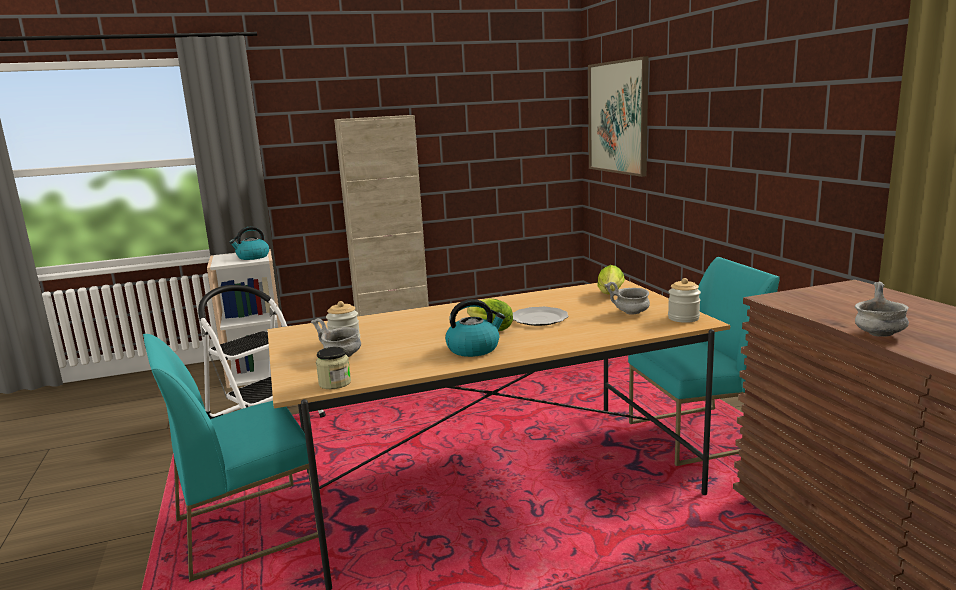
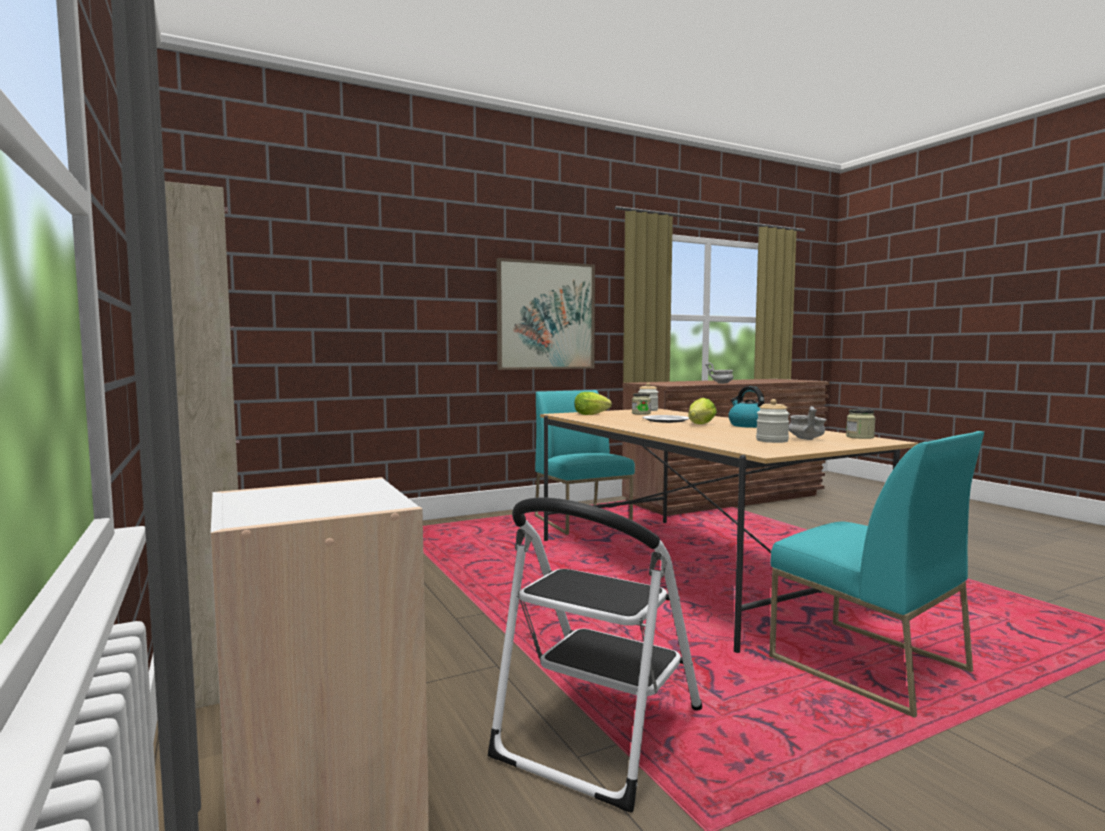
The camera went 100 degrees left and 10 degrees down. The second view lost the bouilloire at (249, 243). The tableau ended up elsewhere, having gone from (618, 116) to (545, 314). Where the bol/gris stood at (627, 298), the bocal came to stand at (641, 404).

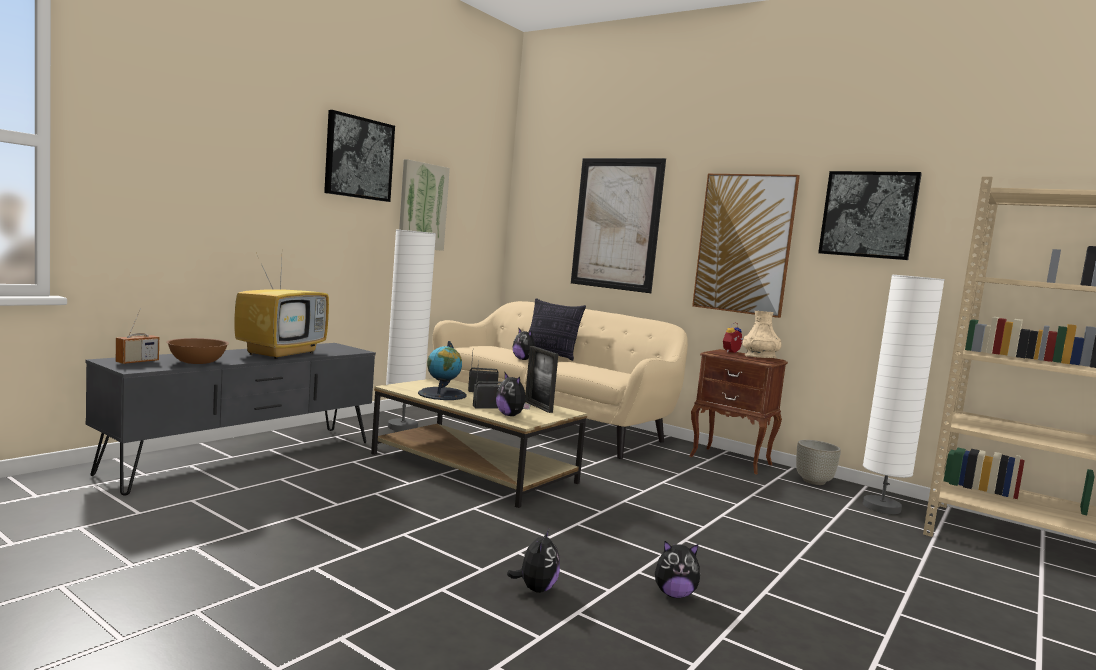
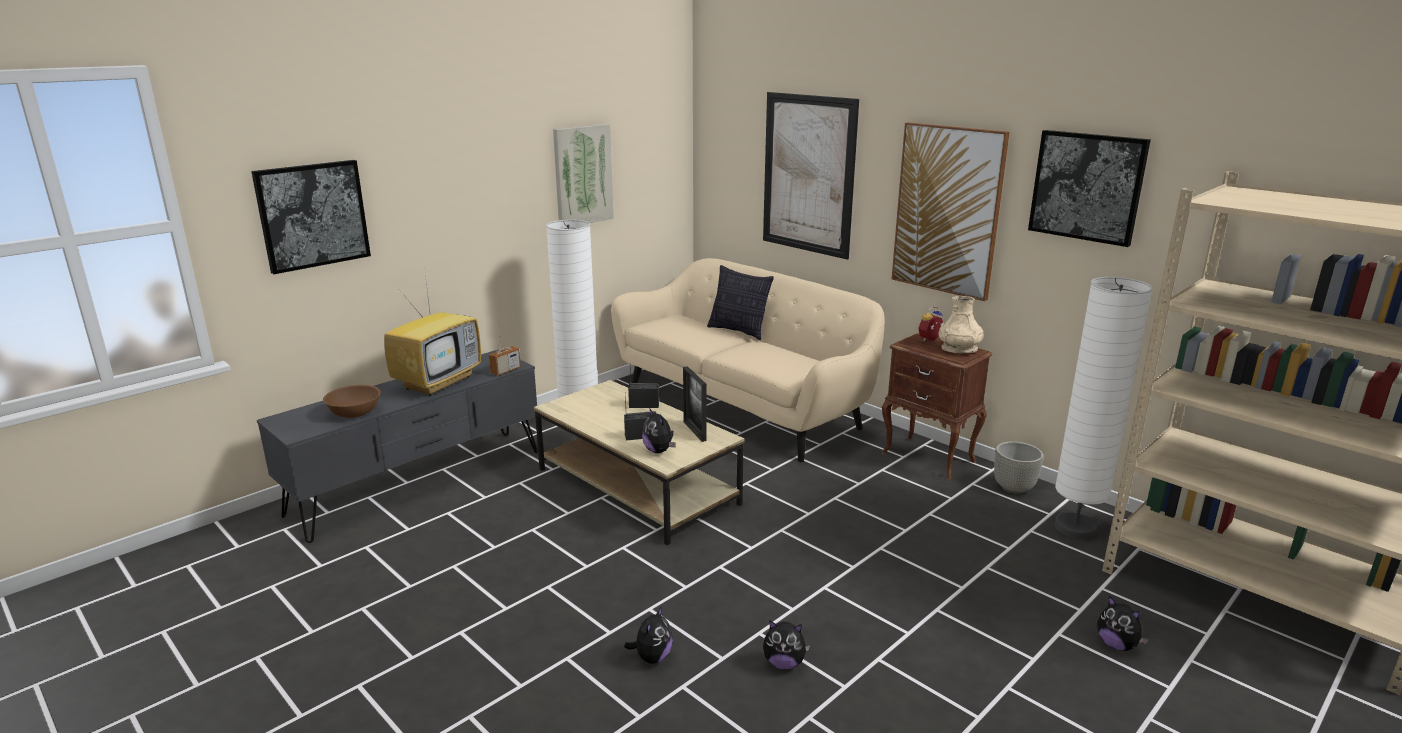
The camera went 10 degrees right and 15 degrees up. The second view lost the globe at (442, 370). The radio ended up elsewhere, having gone from (137, 336) to (505, 353). The tableau ended up elsewhere, having gone from (359, 156) to (311, 217). The peluche ended up elsewhere, having gone from (524, 344) to (1123, 623).

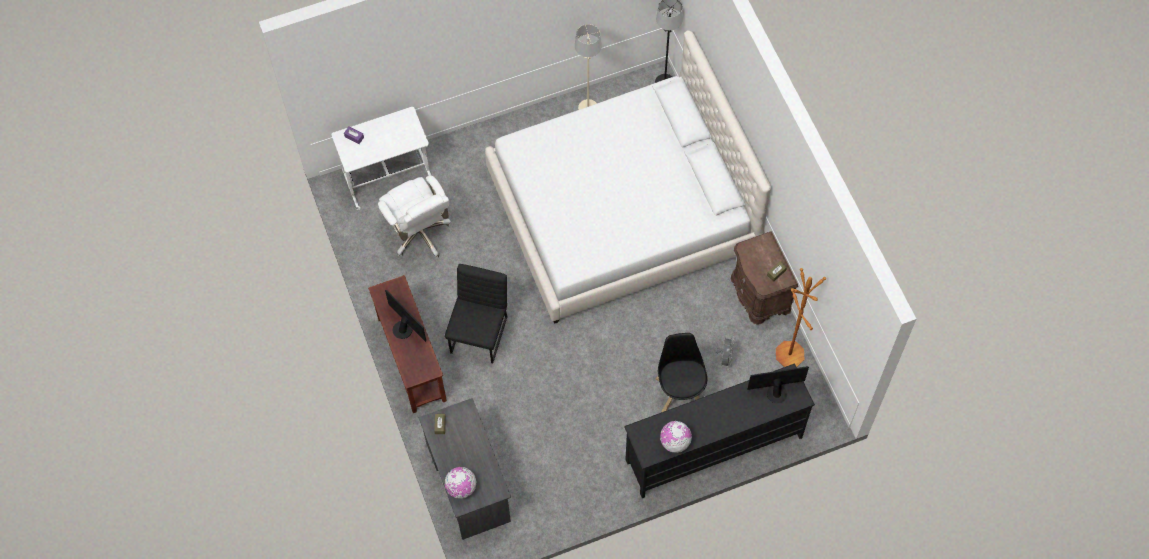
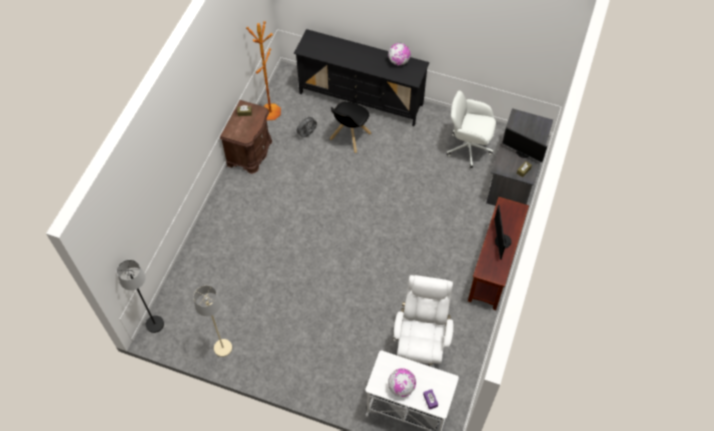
The camera went 140 degrees left and 5 degrees down. The second view lost the chaise/noir at (476, 313). The second view lost the lit/blanc at (628, 177). The second view gained the chaise de bureau/blanc at (471, 129). The globe ended up elsewhere, having gone from (461, 483) to (402, 382). The écran d'ordinateur ended up elsewhere, having gone from (778, 384) to (524, 144).

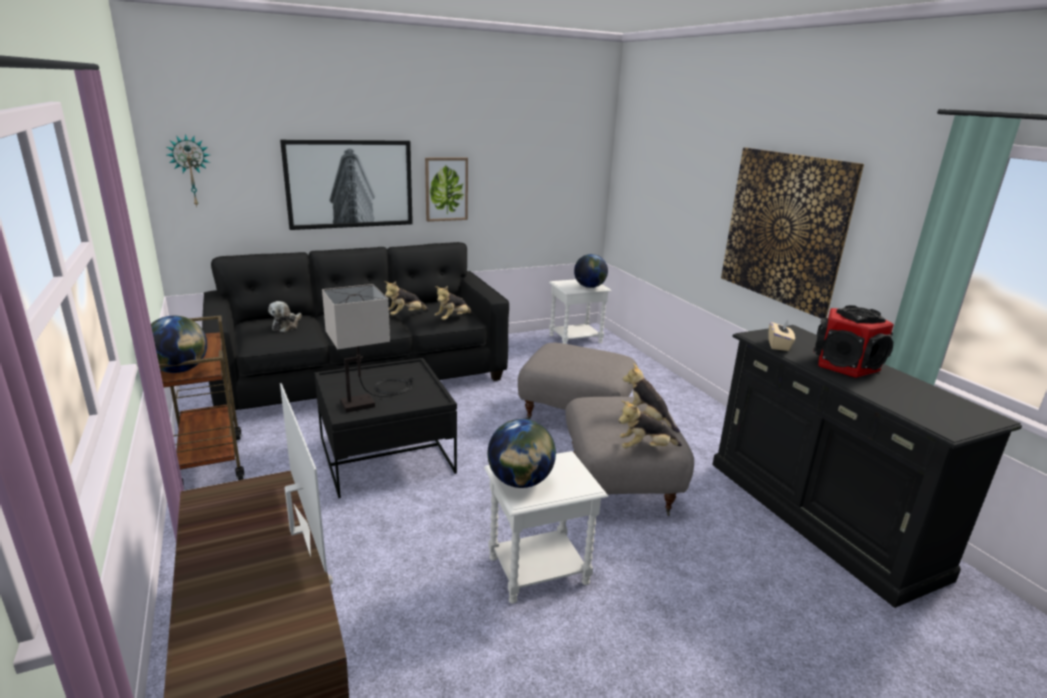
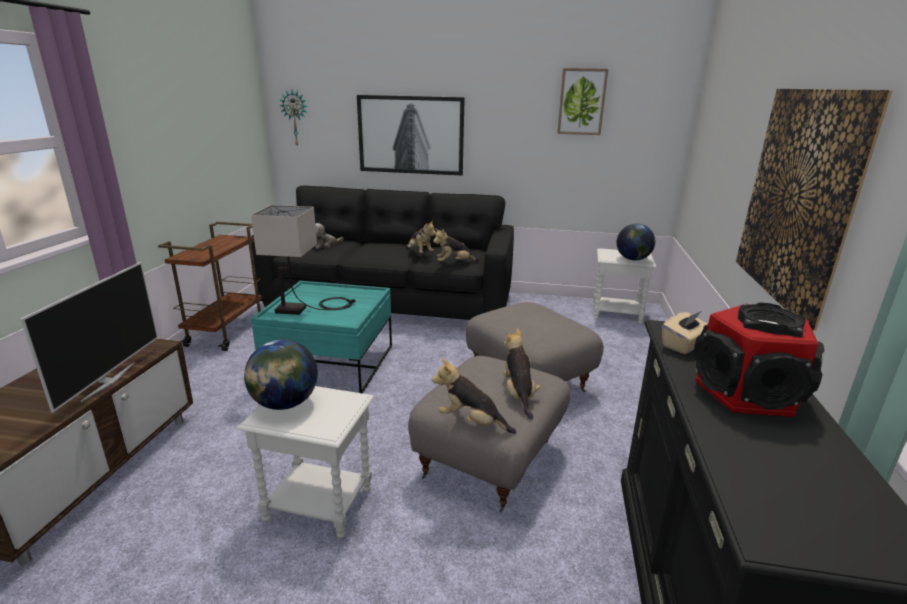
The camera went 35 degrees right and 0 degrees up. The second view lost the globe at (179, 344). The tableau ended up elsewhere, having gone from (446, 190) to (582, 101). What was the table basse/noir at (385, 428) turned into the table basse/turquoise at (321, 337). The peluche at (406, 298) ended up facing another way, 120 degrees counterclockwise from before.

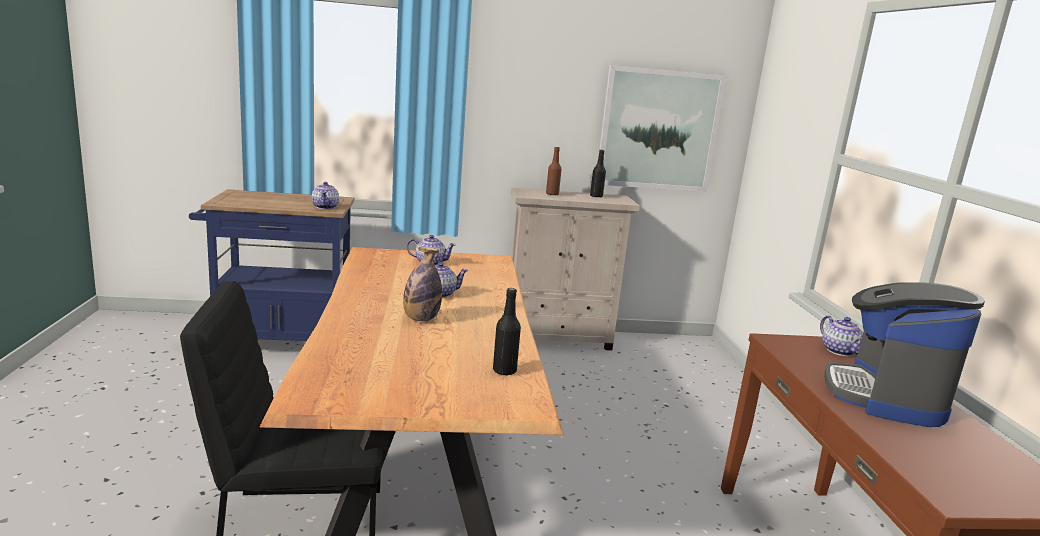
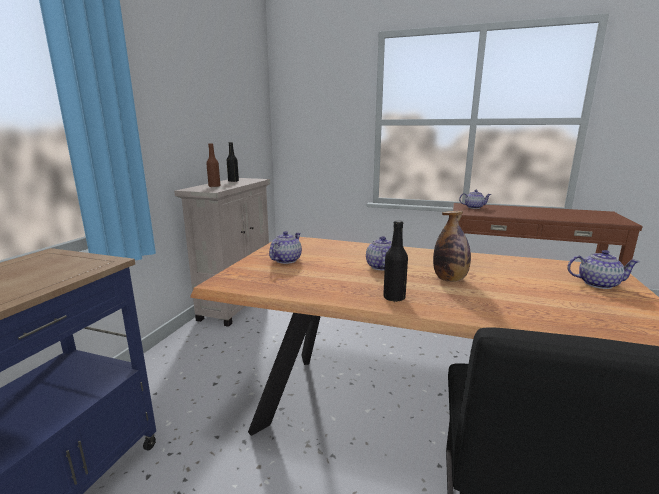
The camera went 65 degrees left and 0 degrees up. The second view lost the tableau at (662, 128). The second view lost the machine à café at (904, 354). The théière ended up elsewhere, having gone from (325, 195) to (603, 269). The bouteille/noir ended up elsewhere, having gone from (507, 331) to (395, 261).

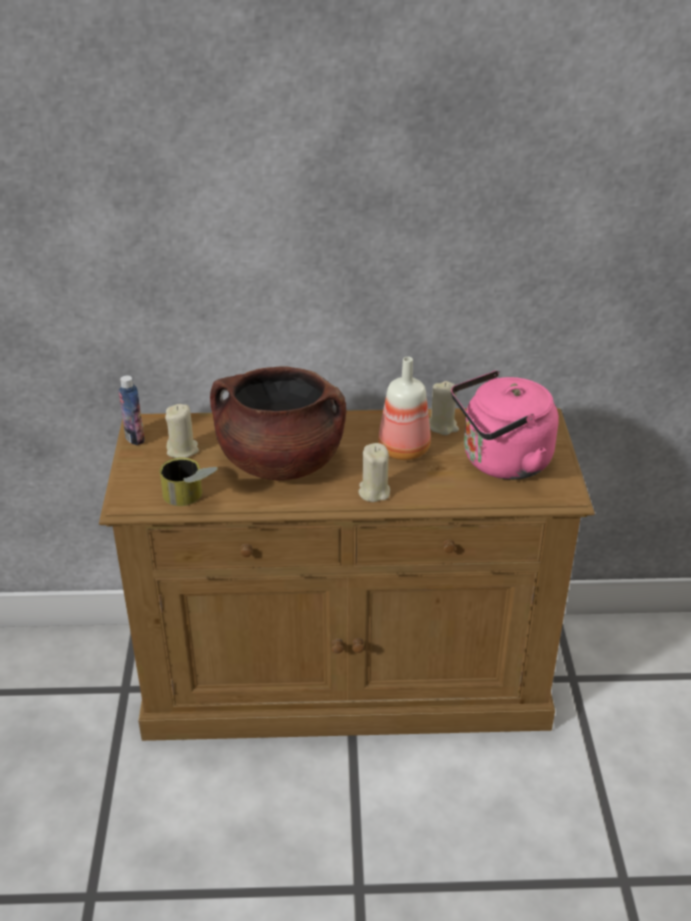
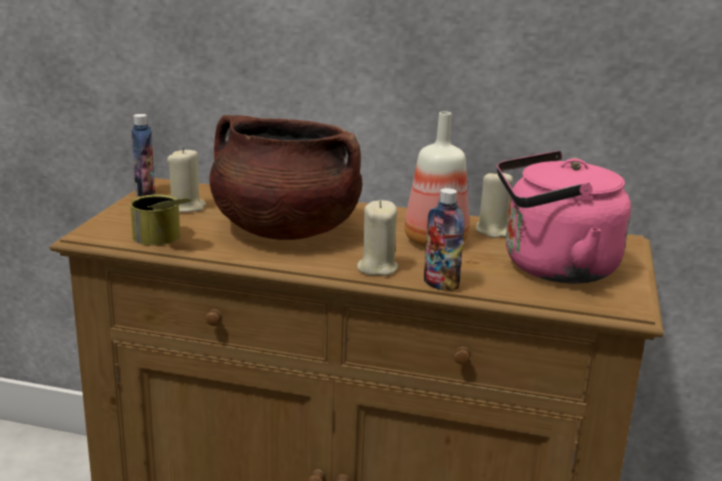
The camera went 15 degrees right and 15 degrees down. The second view gained the bouteille at (444, 239).

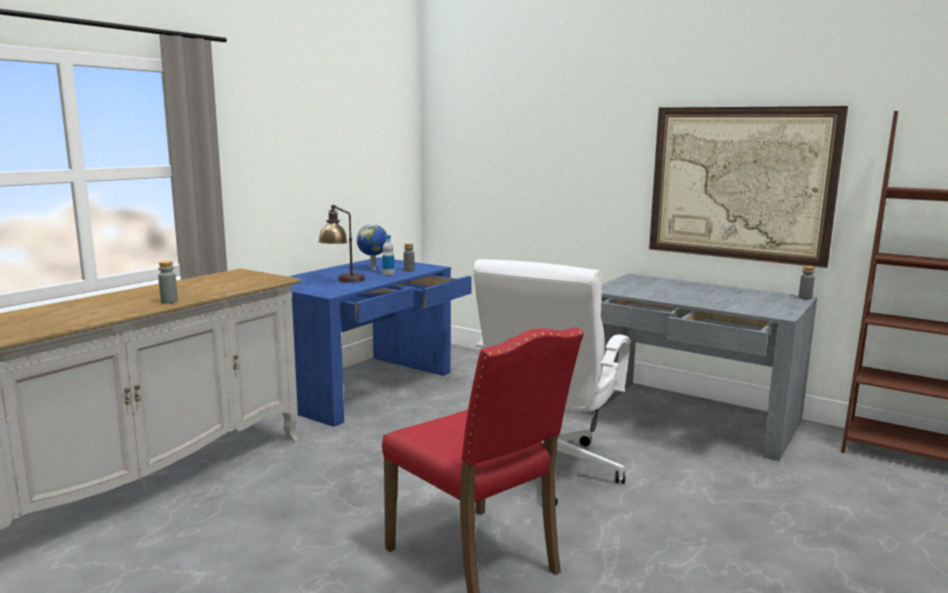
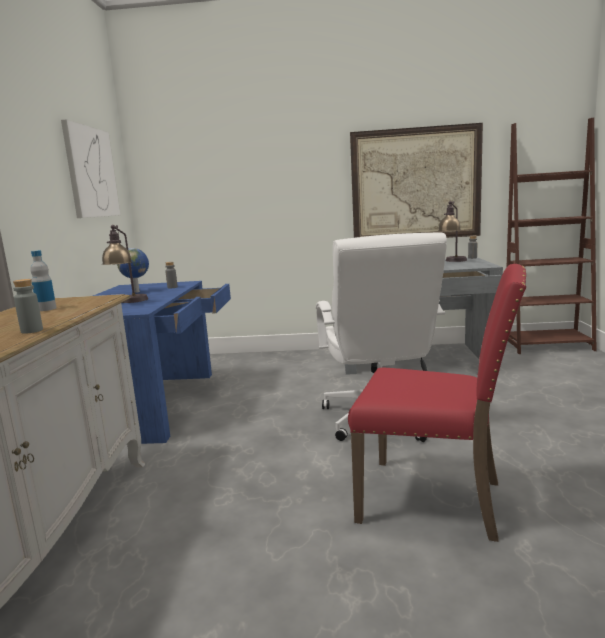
The camera went 30 degrees left and 0 degrees up. The second view gained the tableau at (90, 168). The second view gained the lampe de table at (452, 231). The bouteille ended up elsewhere, having gone from (388, 255) to (43, 280).

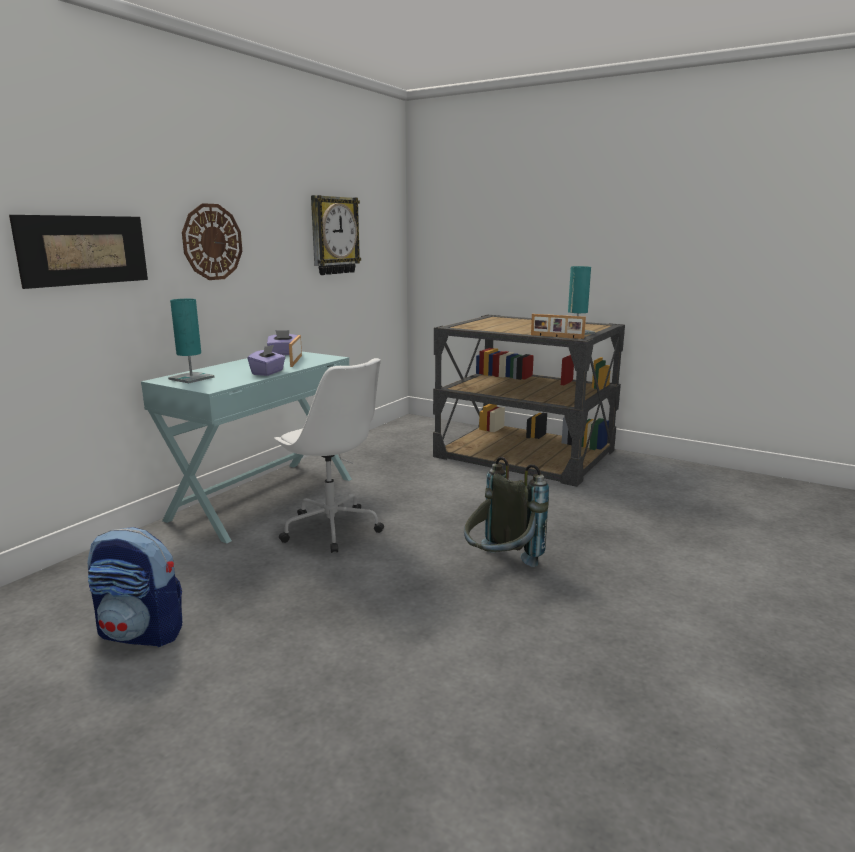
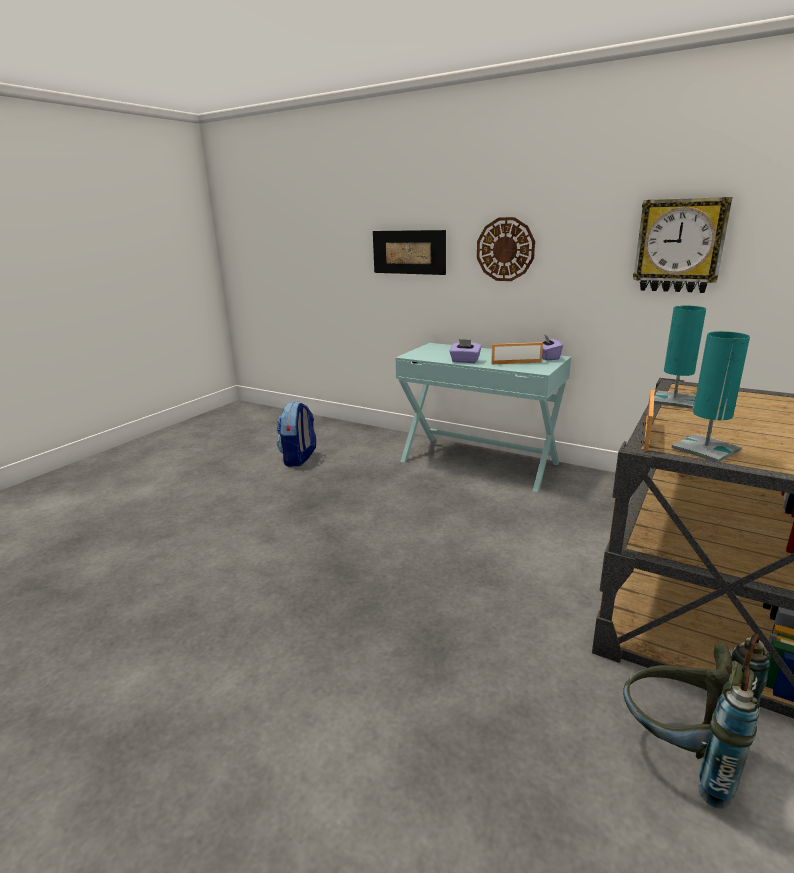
The camera went 90 degrees right and 5 degrees up. The second view lost the chaise de bureau/blanc at (329, 455). The lampe de table/turquoise ended up elsewhere, having gone from (191, 341) to (680, 357). The sac à dos/gris ended up elsewhere, having gone from (506, 512) to (696, 721).

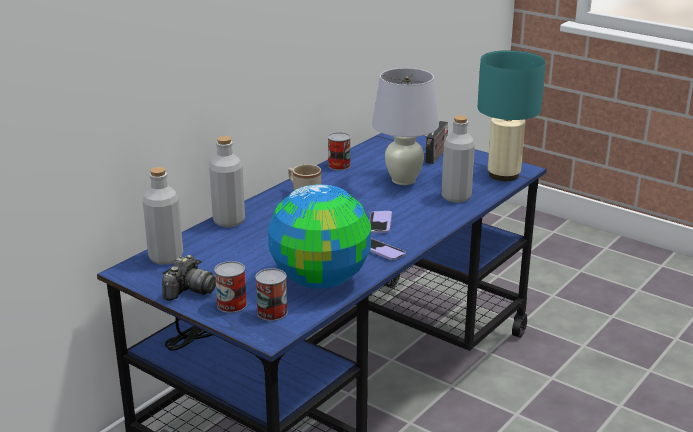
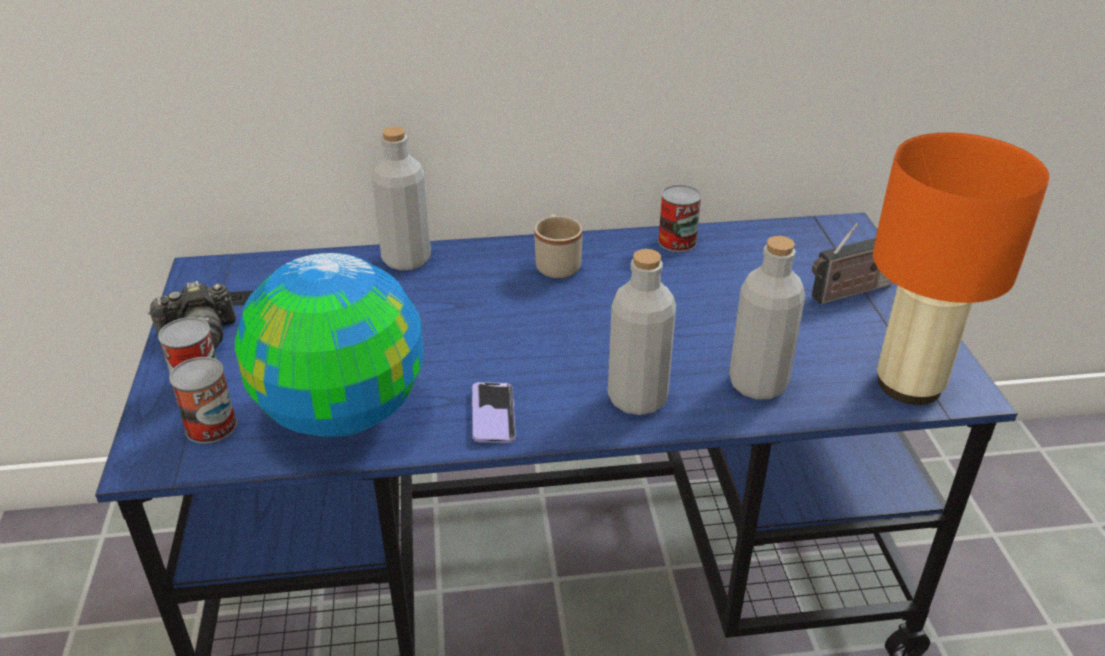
The camera went 45 degrees right and 10 degrees up. The second view lost the téléphone at (380, 222). The second view lost the lampe de table/blanc at (405, 126). The bouteille/gris ended up elsewhere, having gone from (163, 216) to (642, 332). What was the lampe de table/turquoise at (512, 115) turned into the lampe de table/orange at (961, 269).

